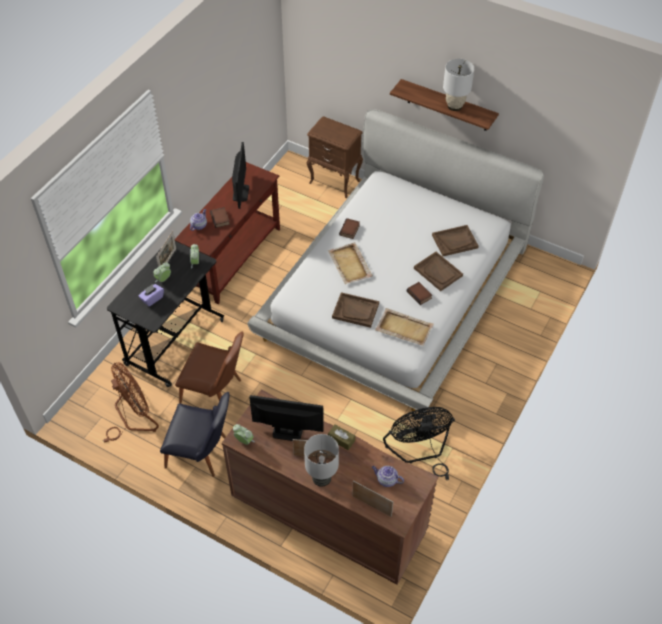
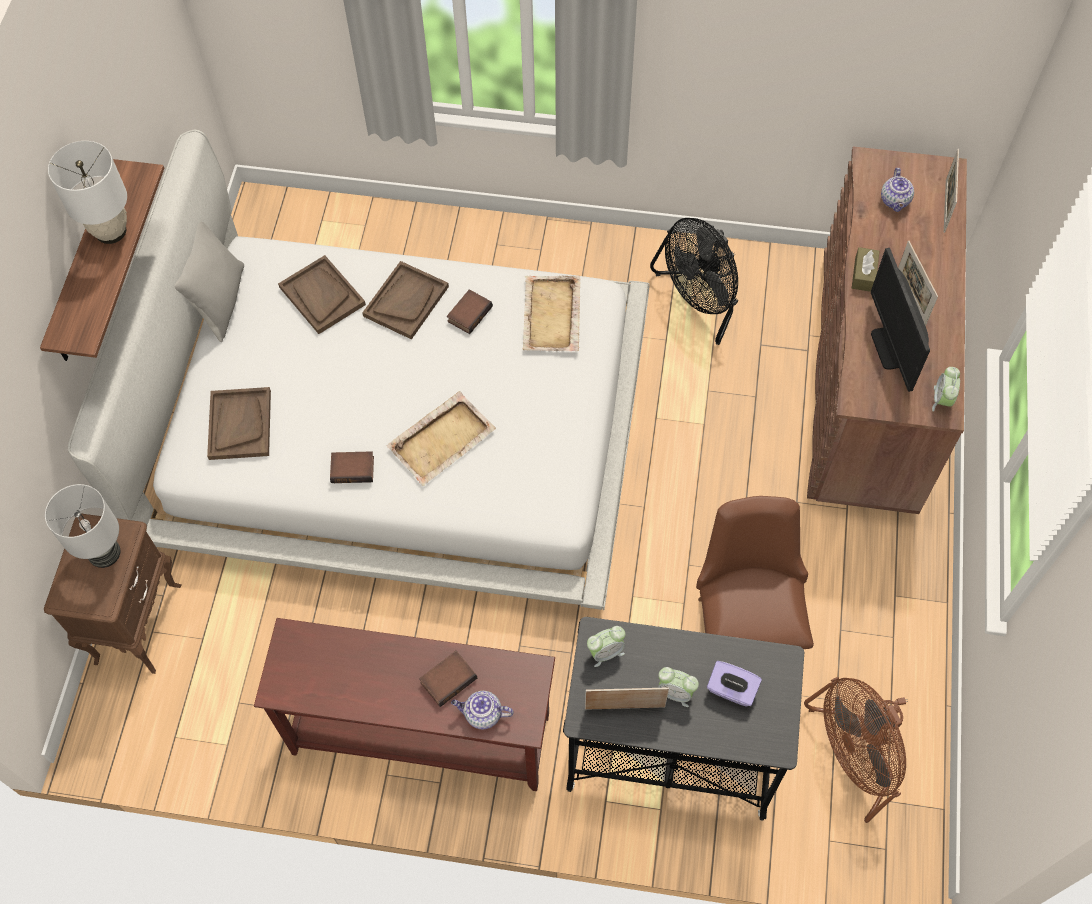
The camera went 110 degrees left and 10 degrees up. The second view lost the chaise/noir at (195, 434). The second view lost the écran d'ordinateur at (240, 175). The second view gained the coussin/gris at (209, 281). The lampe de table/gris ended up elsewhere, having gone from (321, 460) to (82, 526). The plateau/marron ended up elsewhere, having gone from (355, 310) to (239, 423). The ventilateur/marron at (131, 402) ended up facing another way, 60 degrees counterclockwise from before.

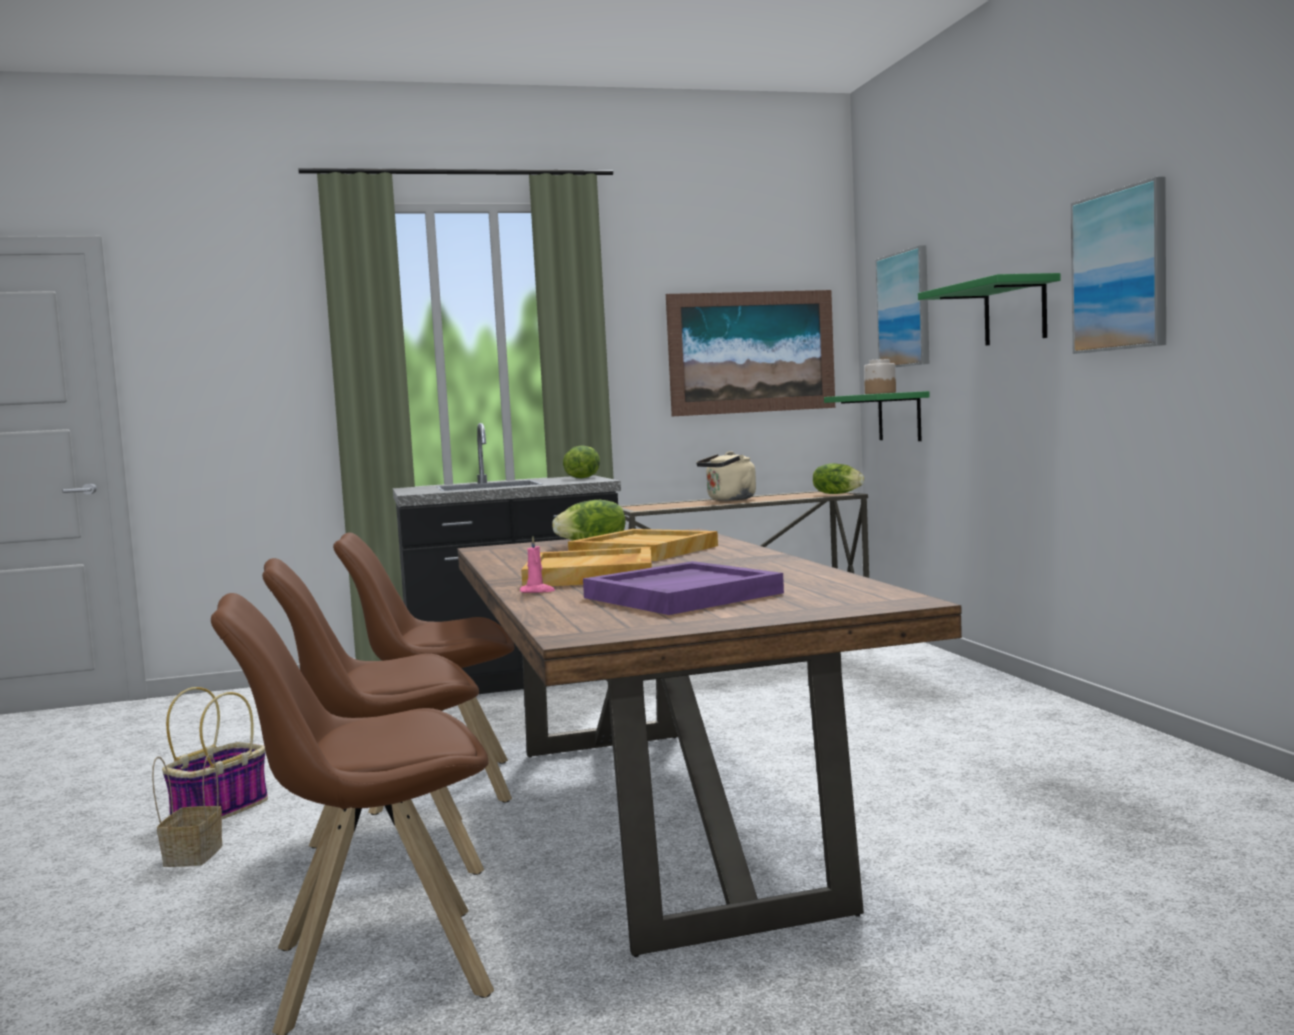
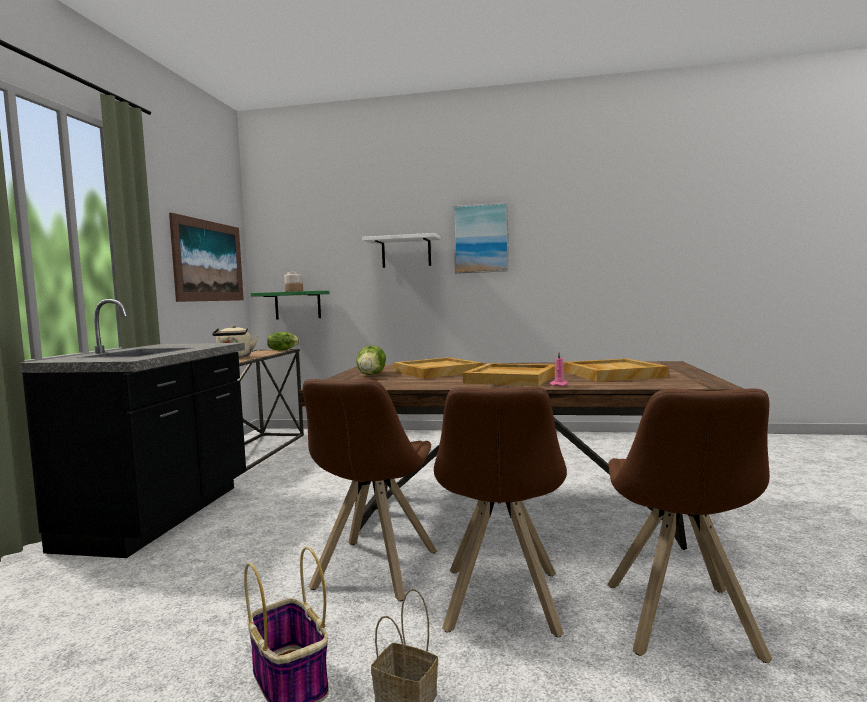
The camera went 65 degrees left and 0 degrees up. The second view lost the laitue at (581, 462). The second view lost the tableau at (902, 306). What was the plateau/violet at (683, 588) turned into the plateau/beige at (616, 370). What was the étagère/vert at (989, 309) turned into the étagère/blanc at (401, 250).

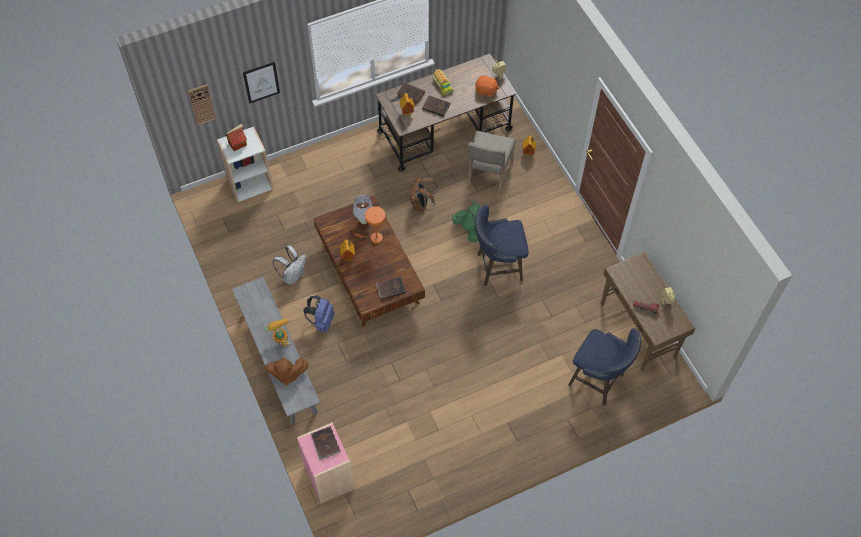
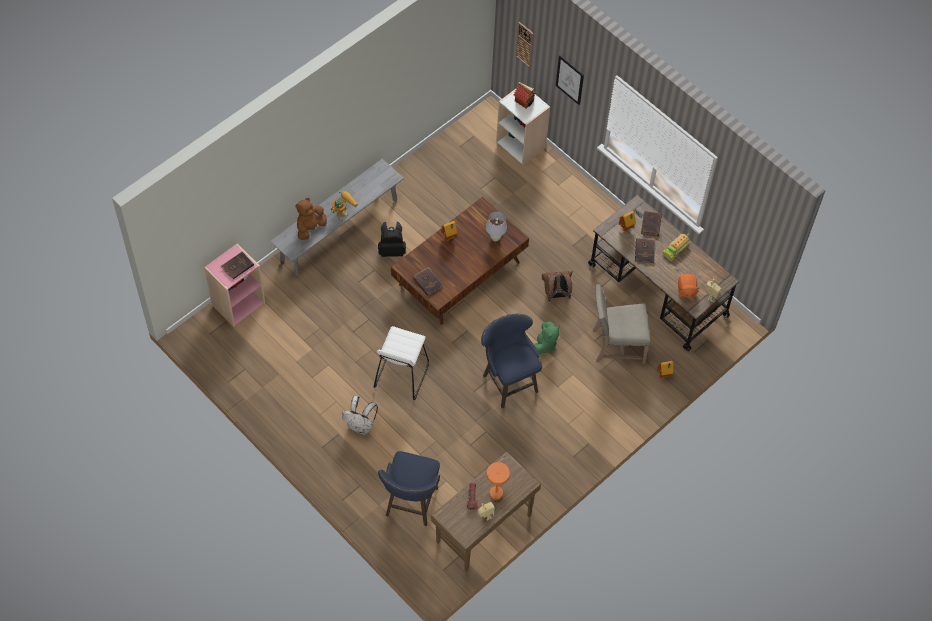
The camera went 70 degrees right and 0 degrees up. The second view gained the tabouret/blanc at (401, 363). The sac à dos/blanc ended up elsewhere, having gone from (289, 265) to (360, 415). The lampe de table/orange ended up elsewhere, having gone from (370, 225) to (498, 481). What was the sac à dos/bleu at (319, 314) turned into the sac à dos/noir at (392, 239). The peluche/marron at (287, 371) ended up facing another way, 60 degrees clockwise from before.

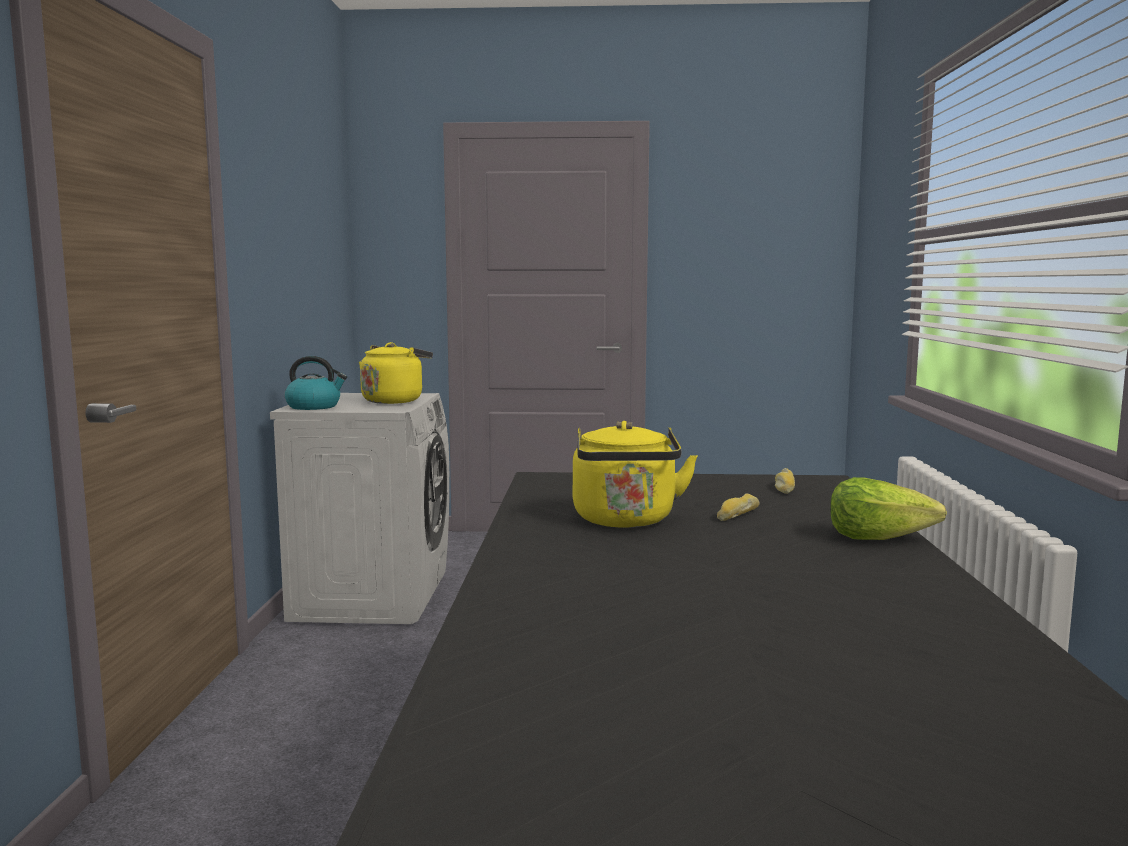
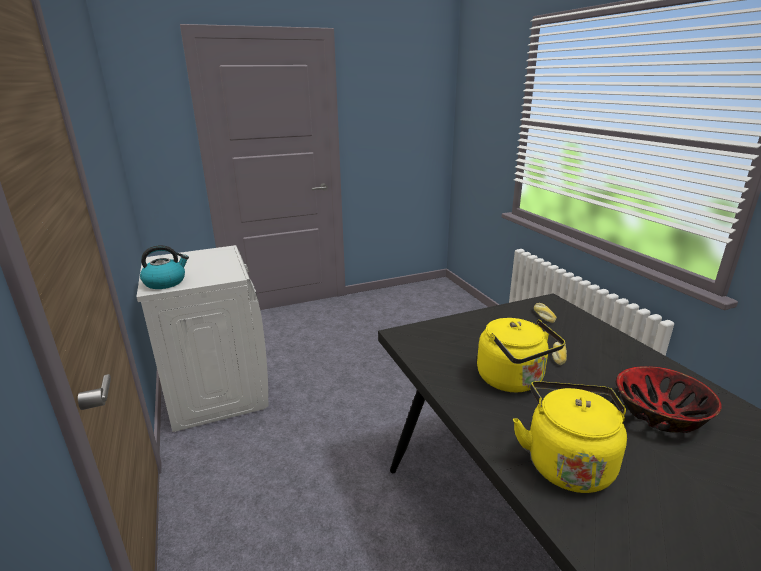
The camera went 25 degrees left and 15 degrees up. The second view lost the laitue at (888, 508). The second view gained the bol at (669, 399). The bouilloire/jaune ended up elsewhere, having gone from (396, 373) to (570, 437).

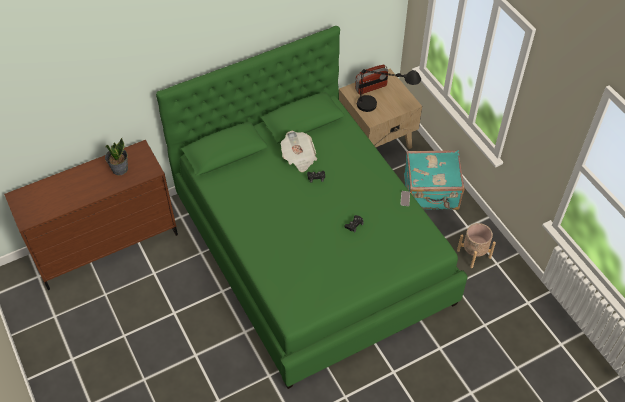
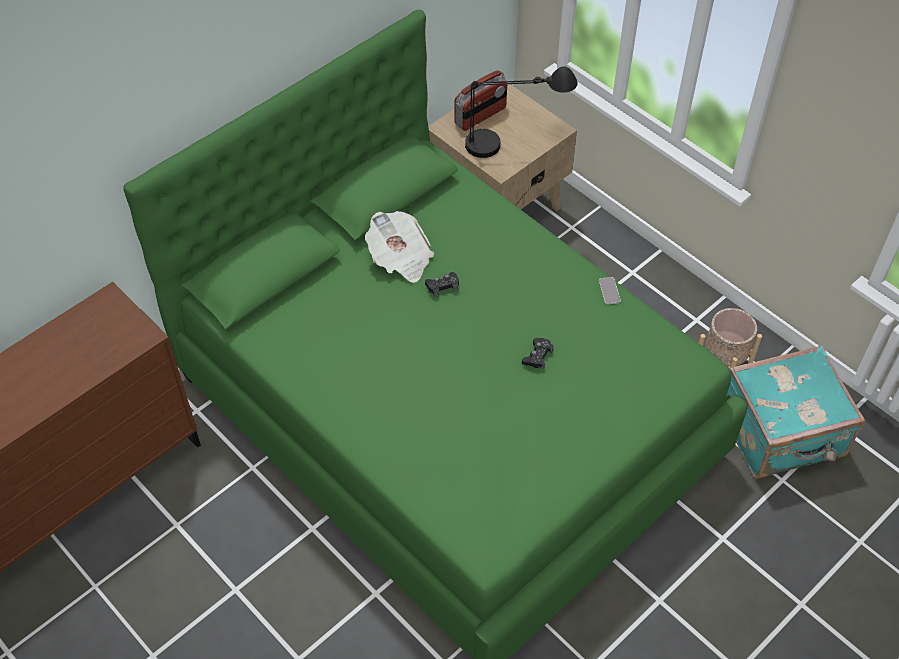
The camera went 15 degrees left and 0 degrees up. The second view lost the plante en pot at (116, 156). The valise/turquoise ended up elsewhere, having gone from (434, 180) to (796, 412).

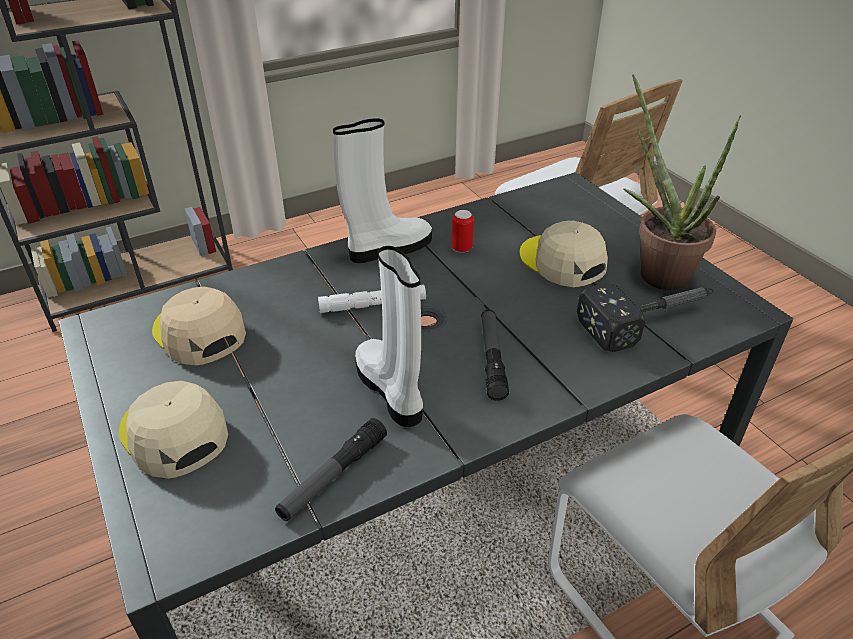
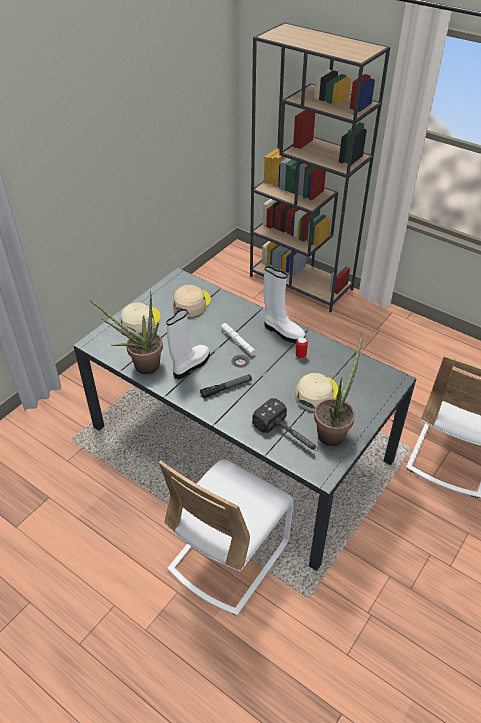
The camera went 65 degrees right and 5 degrees up. Where the lampe de poche stood at (331, 469), the plante en pot came to stand at (126, 332).

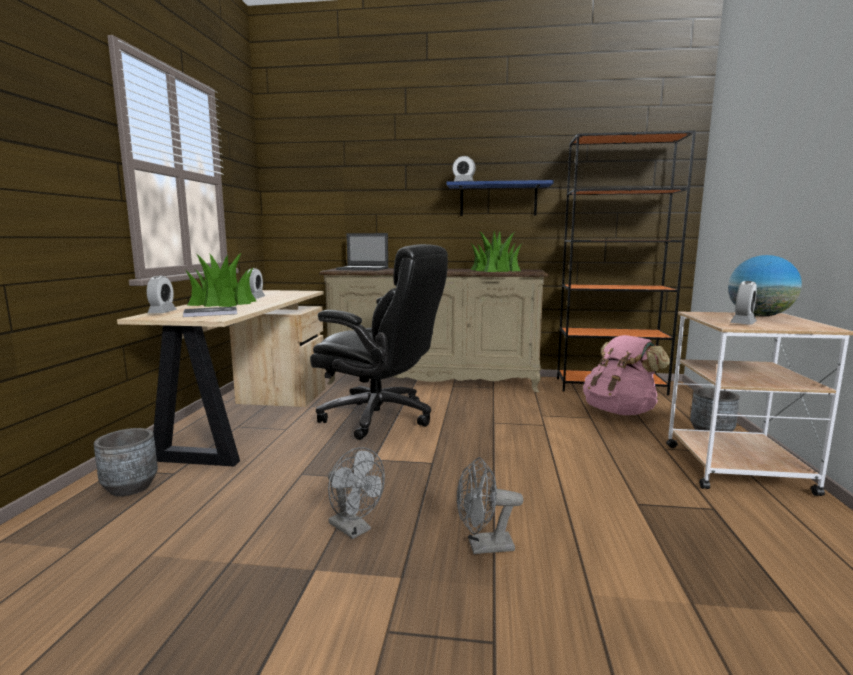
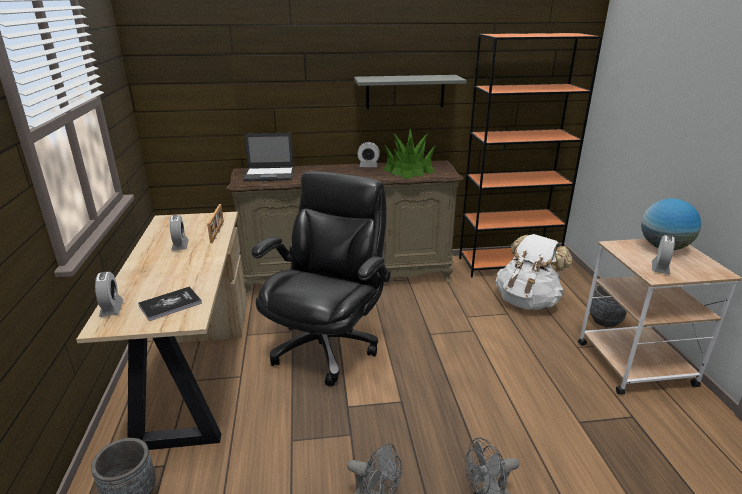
The camera went 15 degrees left and 15 degrees up. The second view lost the plante en pot at (221, 279). The second view gained the cadre photo at (215, 223). The réveil ended up elsewhere, having gone from (464, 168) to (368, 154). What was the étagère/bleu at (500, 198) turned into the étagère/gris at (410, 92). What was the sac à dos/rose at (626, 375) turned into the sac à dos/blanc at (534, 272). The chaise de bureau/noir at (379, 342) ended up facing another way, 75 degrees counterclockwise from before.

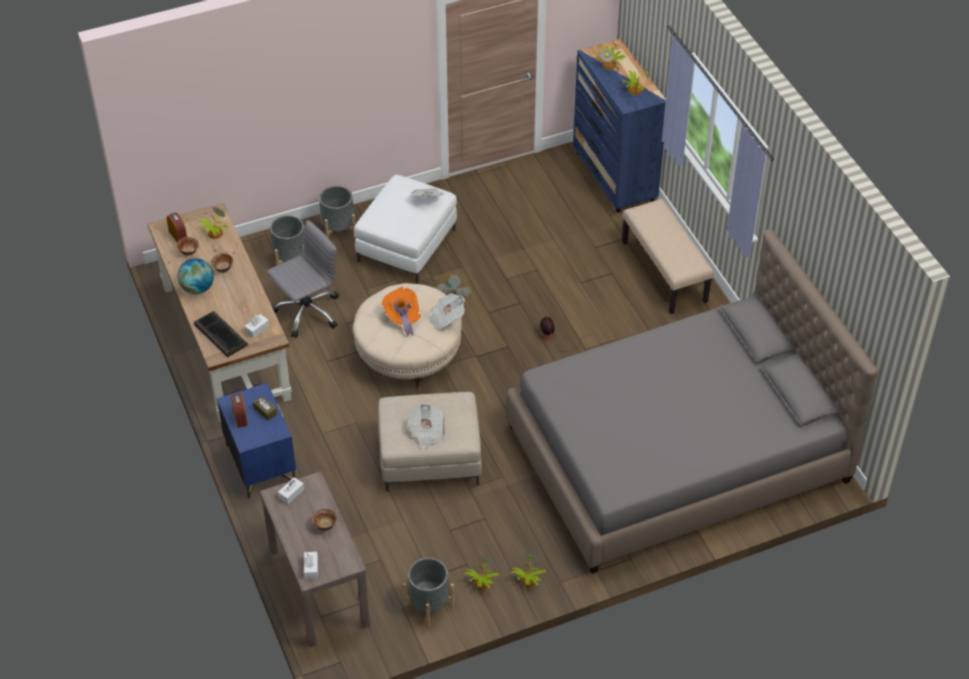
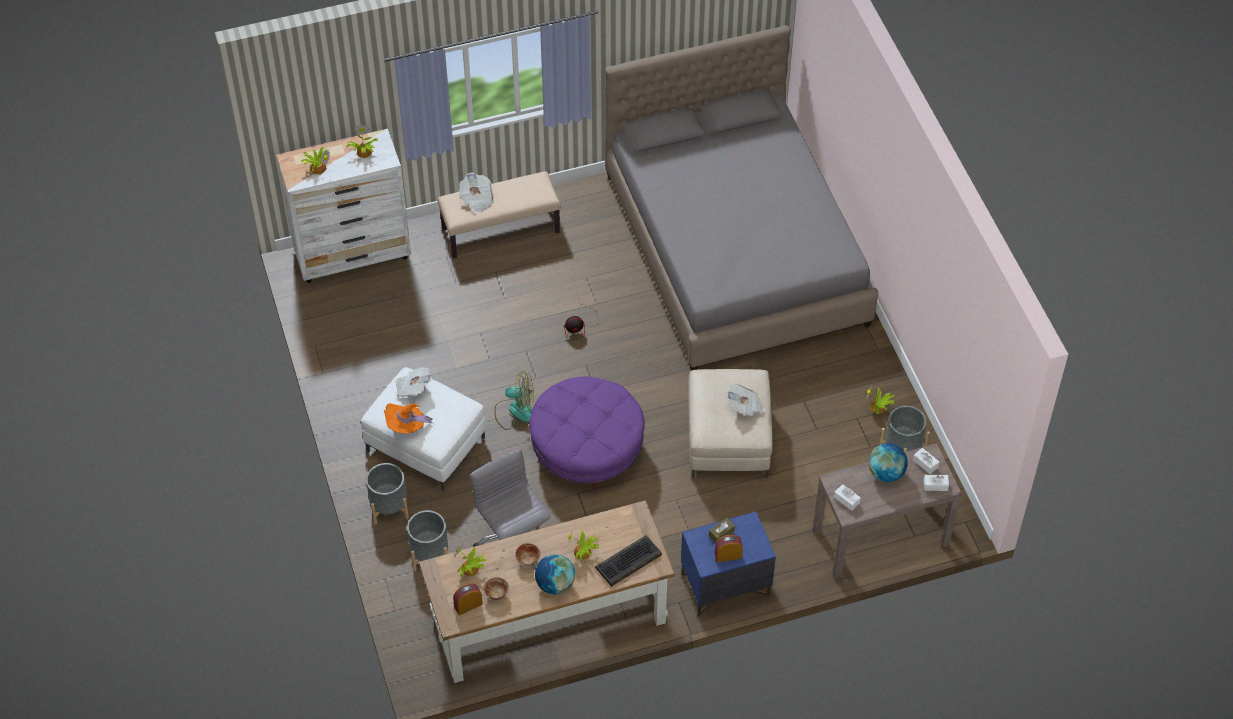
The camera went 85 degrees left and 5 degrees up. The boîte à mouchoirs/blanc ended up elsewhere, having gone from (256, 326) to (926, 461). The chapeau/orange ended up elsewhere, having gone from (401, 311) to (409, 418). The journal ended up elsewhere, having gone from (446, 311) to (476, 193). The plante en pot ended up elsewhere, having gone from (528, 570) to (583, 545). Where the bol stood at (324, 520), the globe came to stand at (888, 462). What was the pouf/beige at (407, 335) turned into the pouf/violet at (587, 433). What was the commode/bleu at (619, 125) turned into the commode/blanc at (343, 206).

